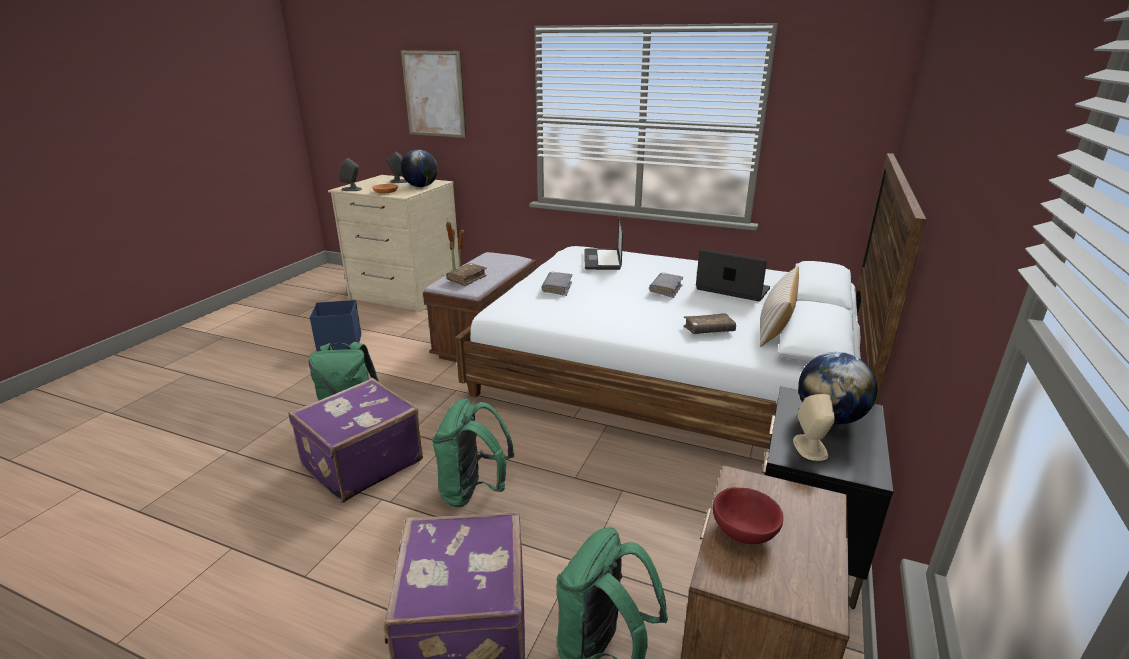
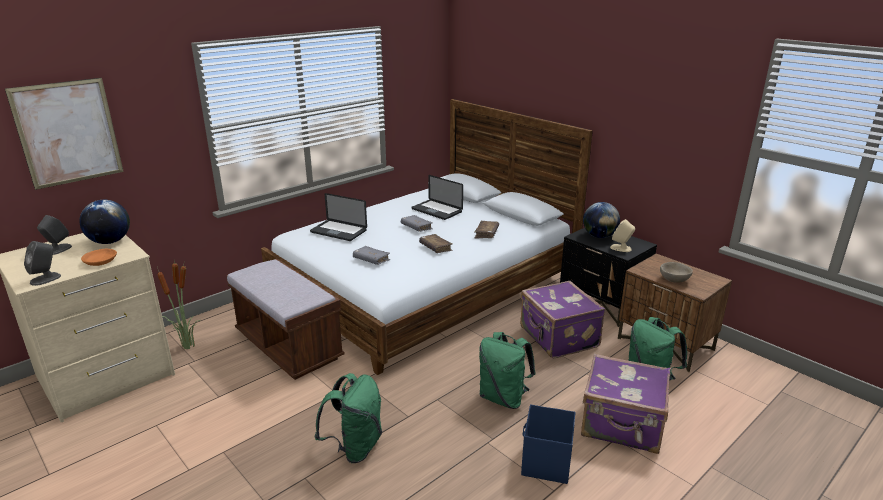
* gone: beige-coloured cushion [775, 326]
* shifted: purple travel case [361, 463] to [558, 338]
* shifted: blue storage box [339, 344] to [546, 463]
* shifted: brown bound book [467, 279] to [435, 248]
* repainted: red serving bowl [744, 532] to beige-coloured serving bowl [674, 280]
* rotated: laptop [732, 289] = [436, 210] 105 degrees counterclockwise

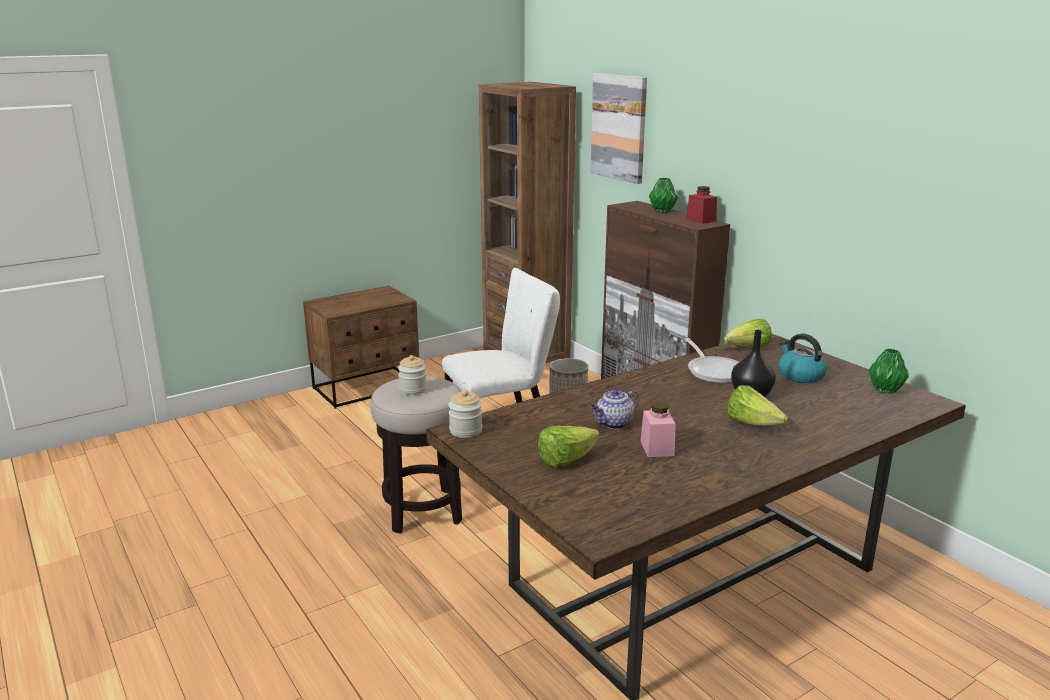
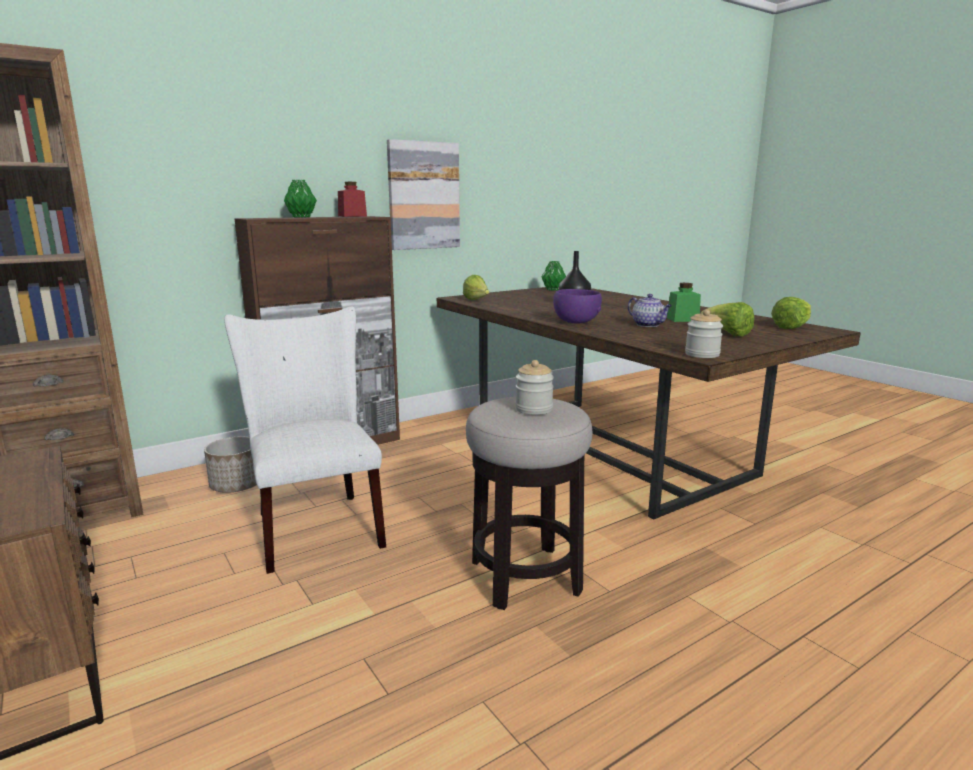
* gone: frying pan [714, 371]
* gone: tea kettle [800, 375]
* new: purple serving bowl [576, 322]
* shifted: wall picture [619, 127] to [423, 196]
* shifted: lettuce head [752, 424] to [791, 327]
* repainted: pink storage jar [657, 448] to green-coloured storage jar [682, 319]

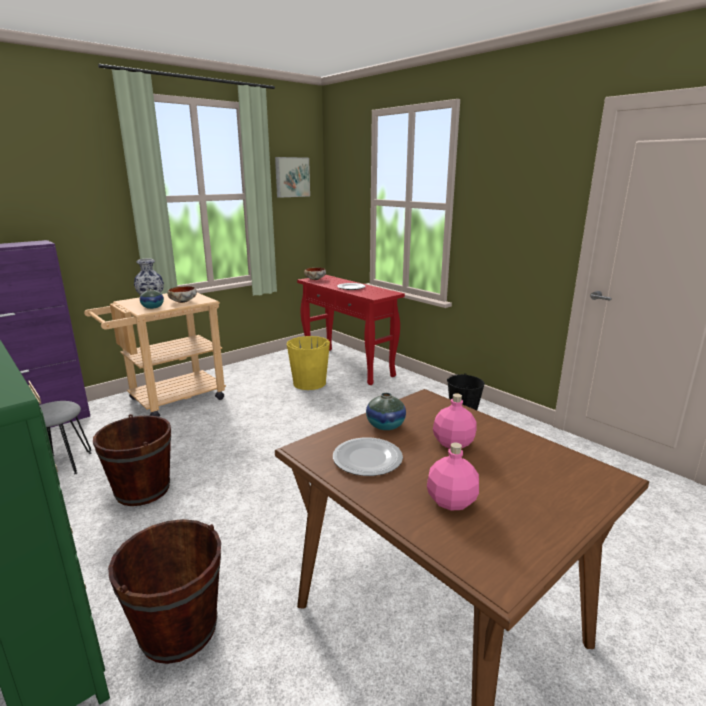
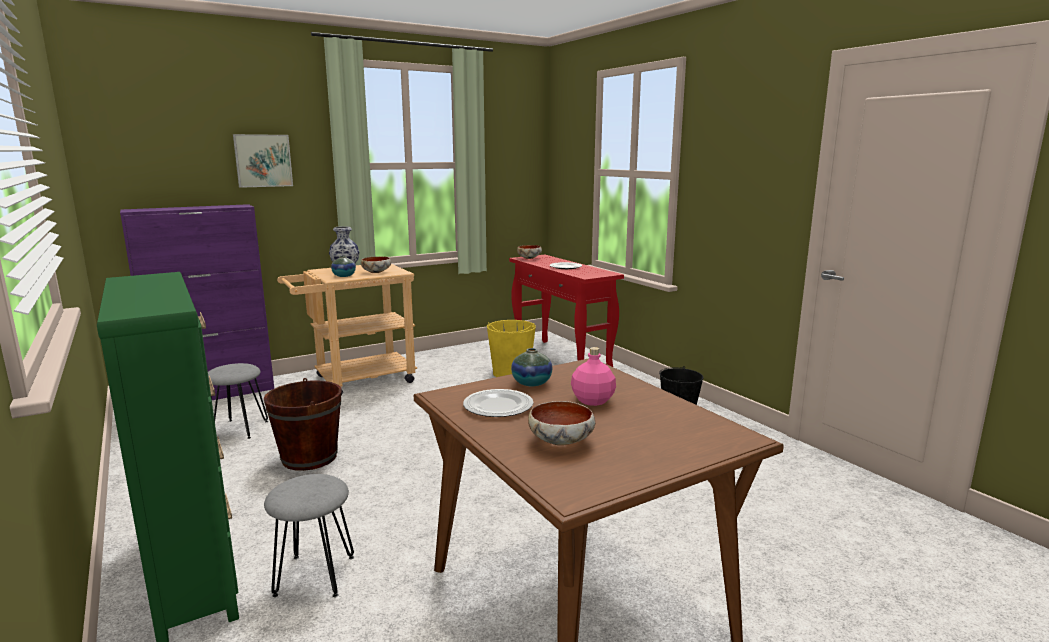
* shifted: wall picture [291, 177] to [263, 160]
* swapped: brown water bucket [178, 630] to gray stool seat [314, 575]
* swapped: pink drink bottle [452, 501] to serving bowl [562, 441]

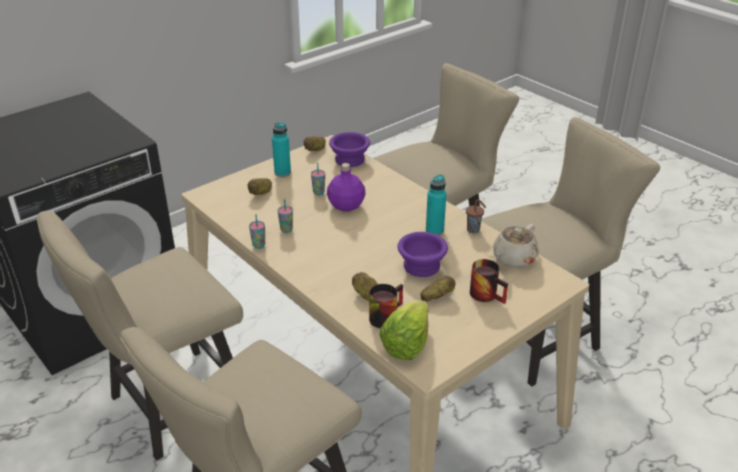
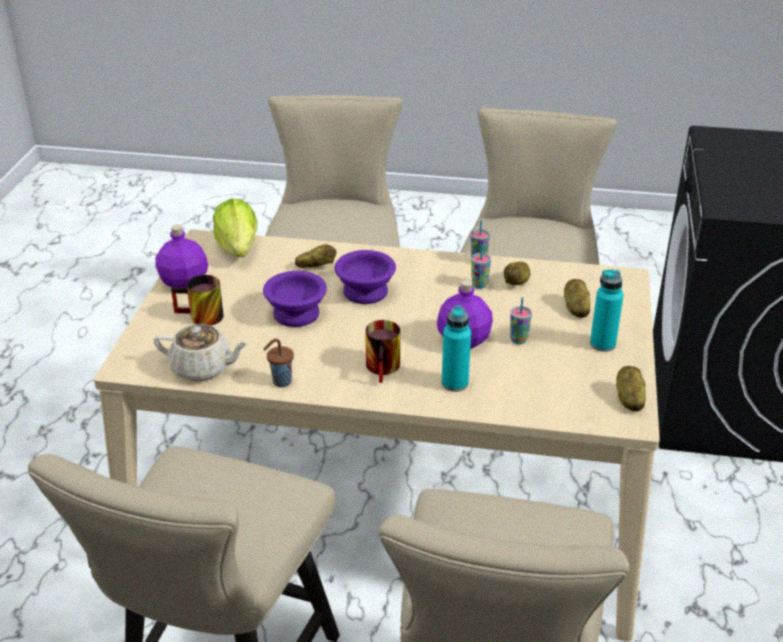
* new: purple drink bottle [184, 282]
* shifted: purple serving bowl [350, 159] to [365, 293]
* shifted: tea mug [384, 315] to [385, 368]
* shifted: spud [437, 297] to [517, 282]
* shifted: turquoise-coloured drink bottle [434, 230] to [455, 383]
* rotated: beige-coloured teapot [513, 258] = [202, 368] 105 degrees clockwise

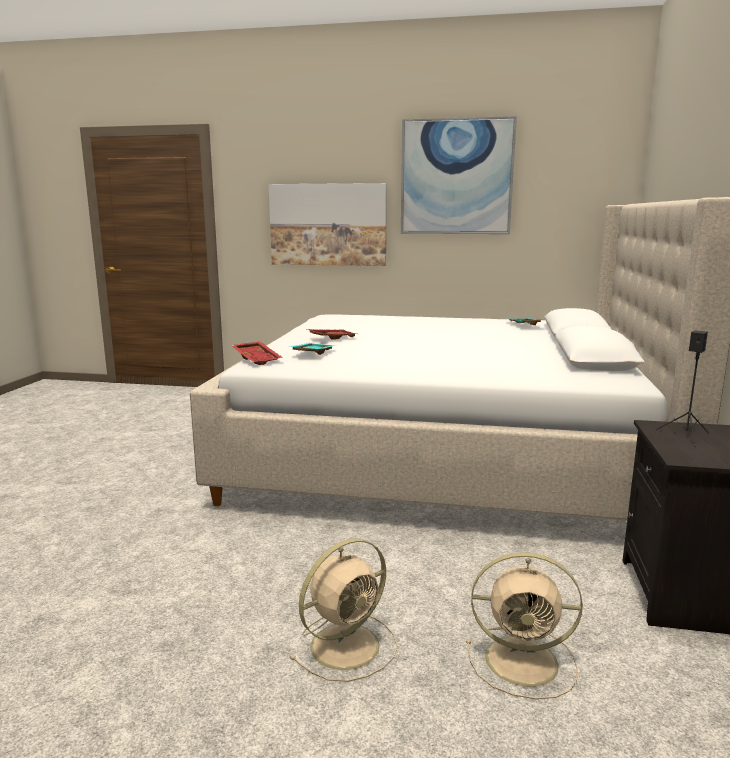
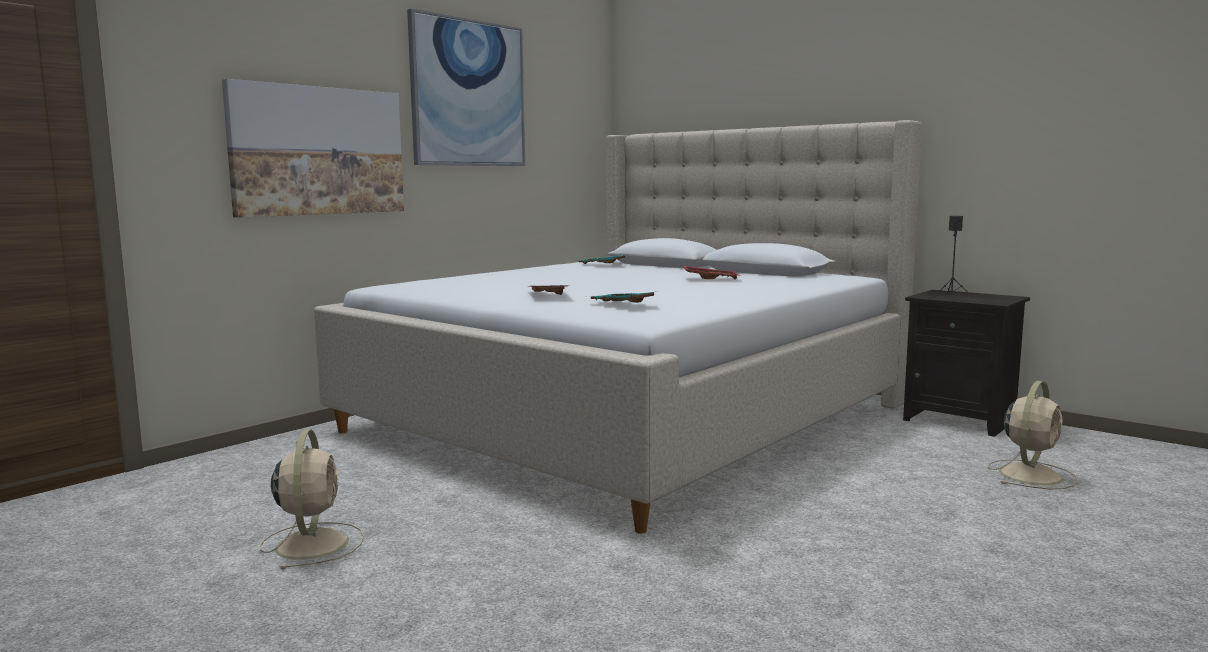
* shifted: red tray [258, 359] to [710, 279]
* shifted: beige-coloured fan [347, 644] to [312, 543]

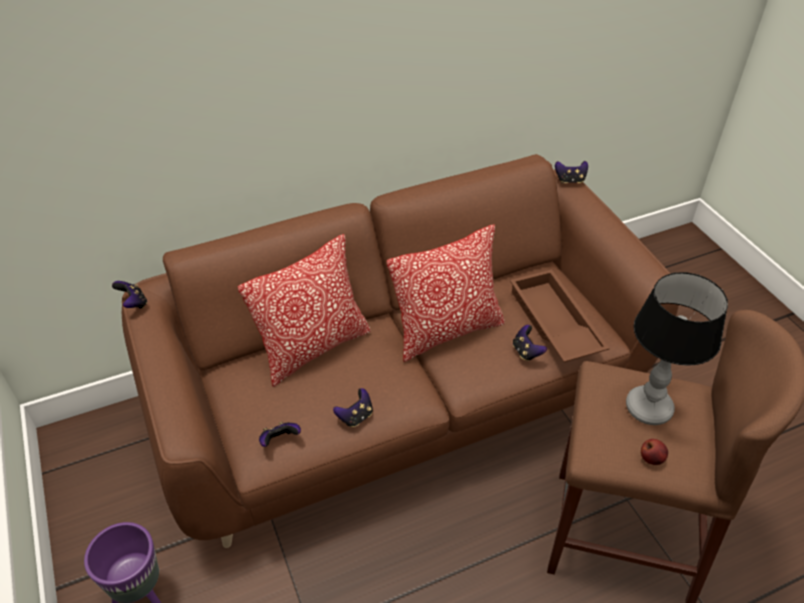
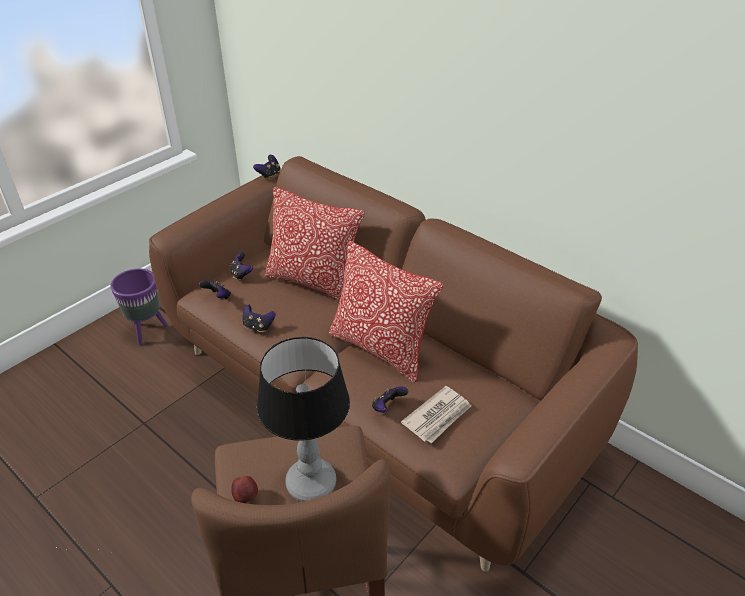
* shifted: gamepad [570, 180] to [241, 274]
* swapped: brown tray [553, 323] to printed paper [438, 416]

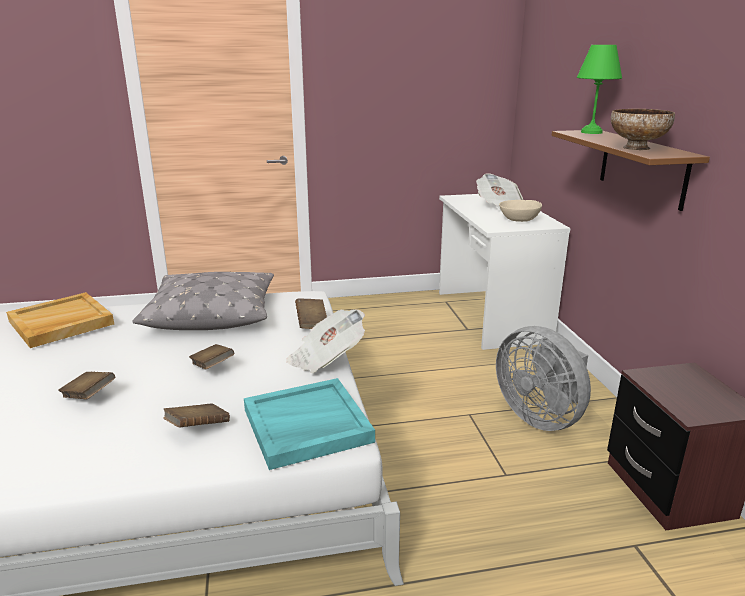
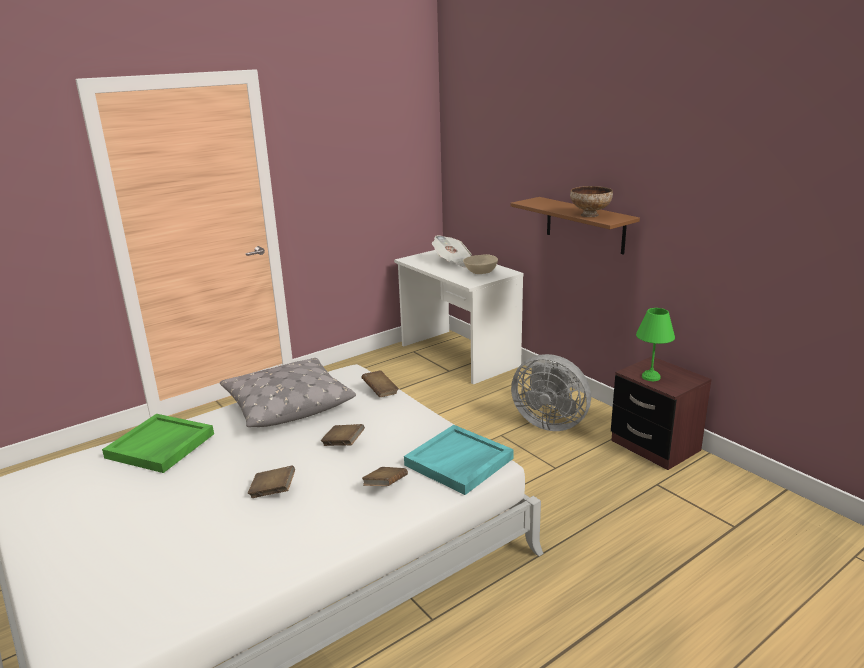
* gone: printed paper [326, 359]
* shifted: green-coloured tabletop lamp [591, 132] to [650, 376]
* repainted: beige-coloured tray [60, 323] to green-coloured tray [160, 446]

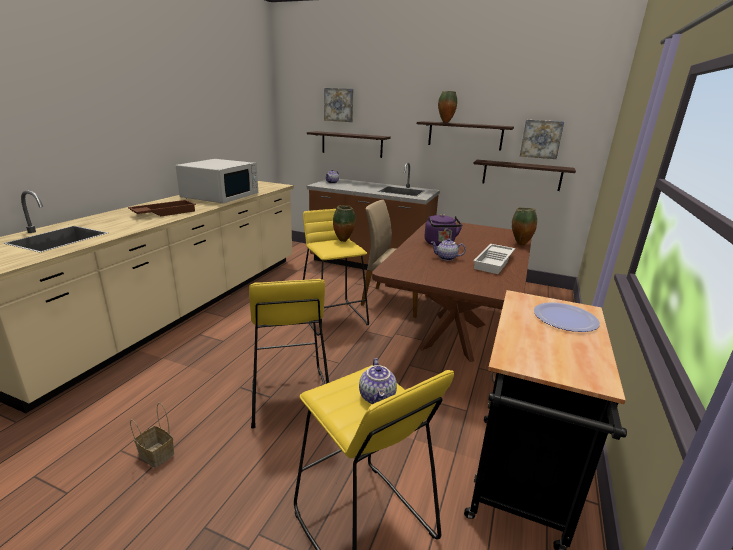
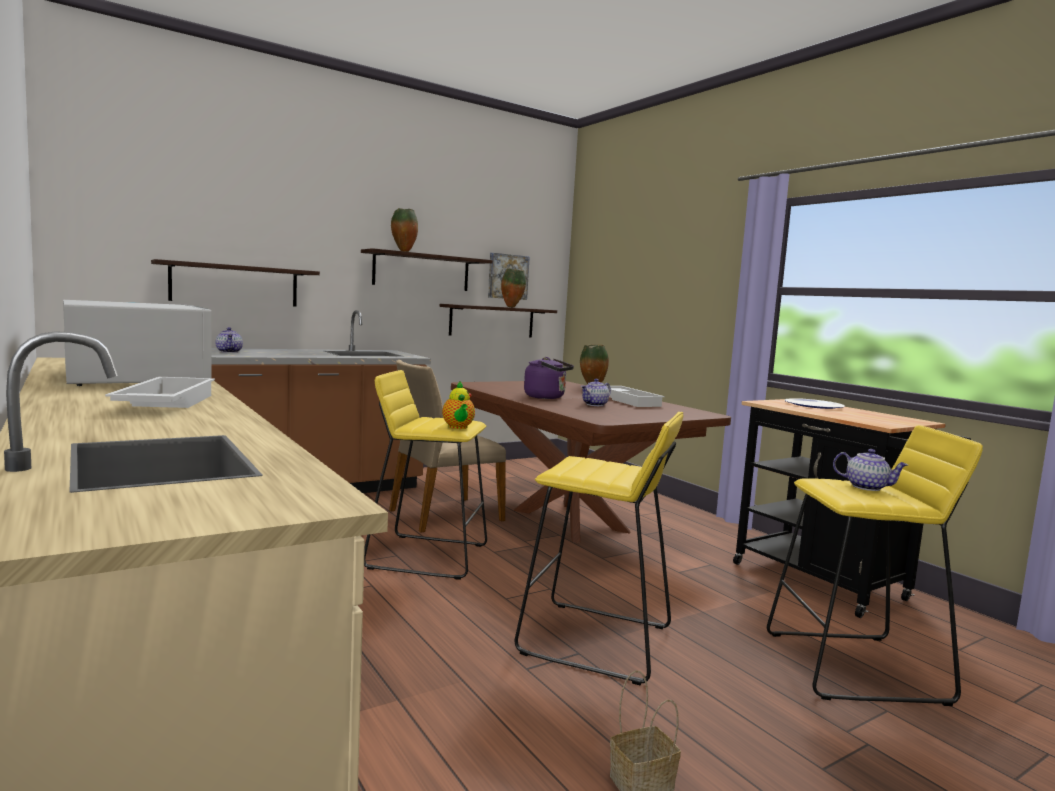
* gone: wall picture [339, 105]
* new: teapot [458, 427]
* shifted: decorative vase [344, 241] to [512, 307]
* repainted: brown tray [164, 212] to white tray [164, 404]

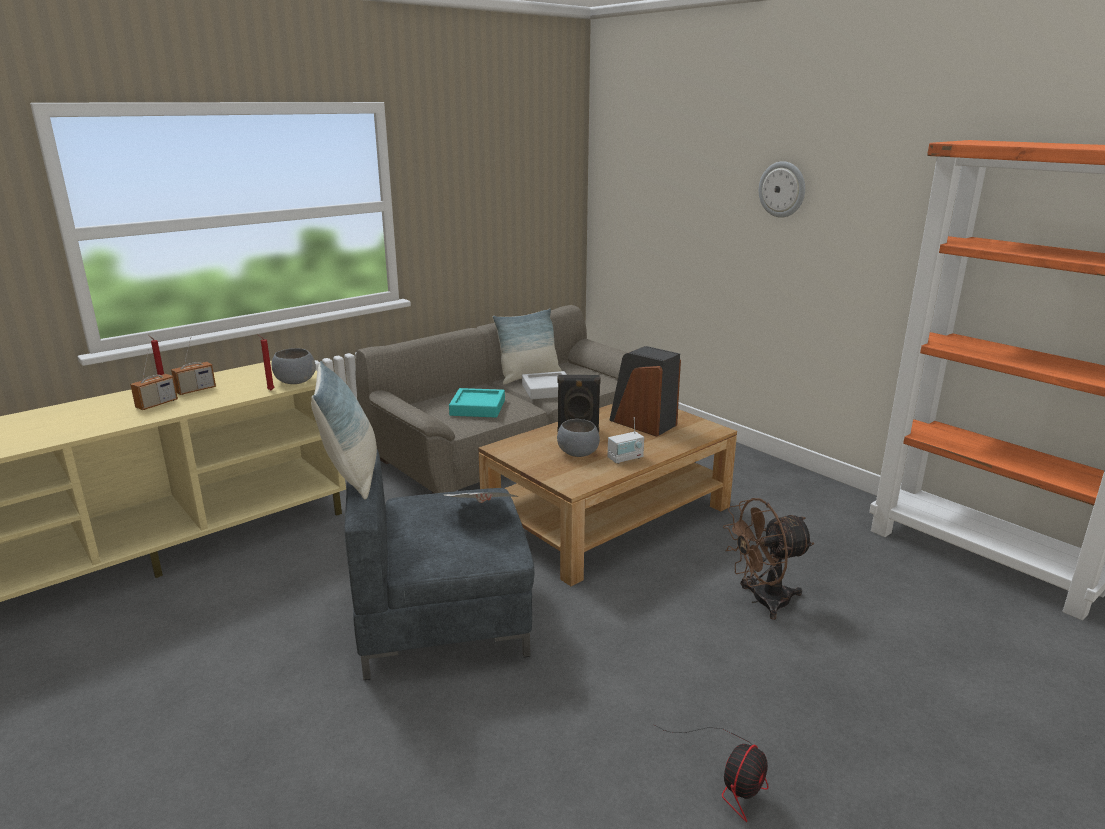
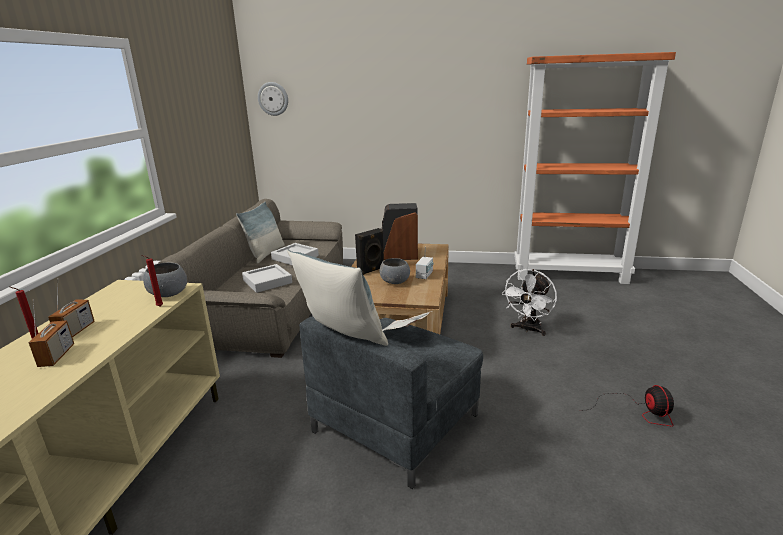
* shifted: wall clock [782, 189] to [273, 99]
* repainted: turquoise-coloured tray [477, 408] to gray tray [267, 282]
* repainted: brown fan [762, 601] to white fan [528, 329]

